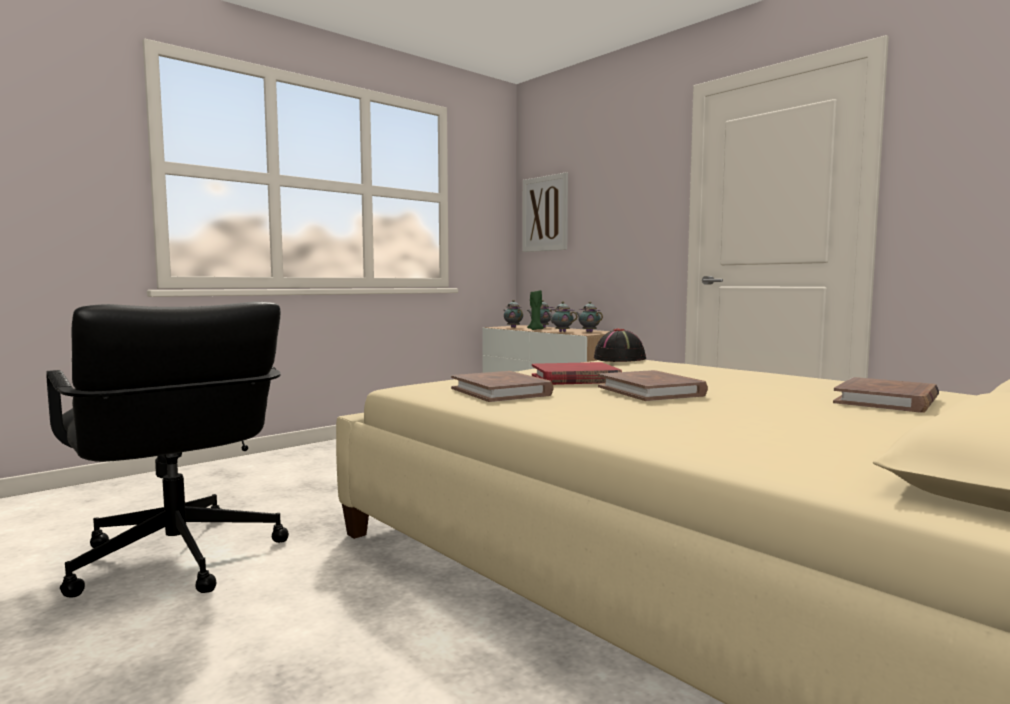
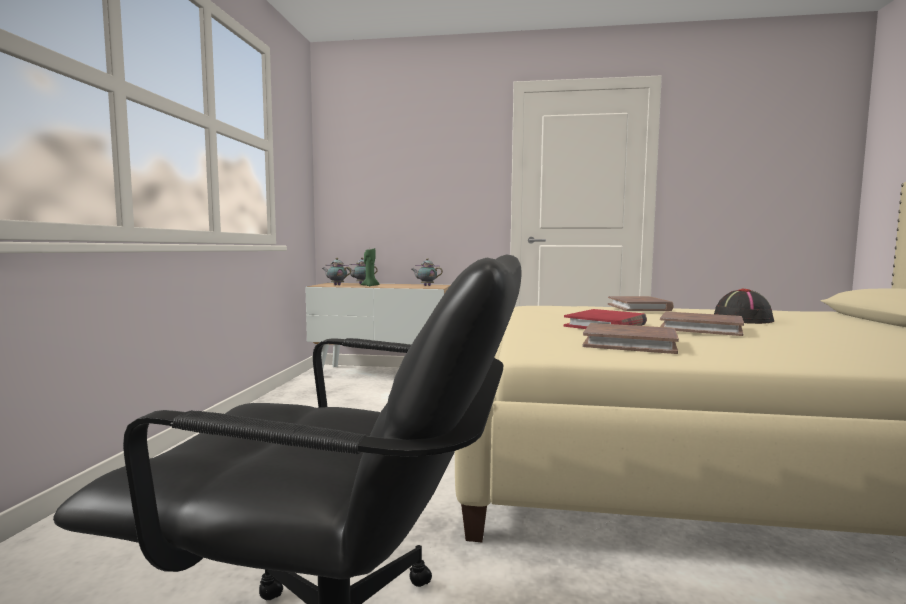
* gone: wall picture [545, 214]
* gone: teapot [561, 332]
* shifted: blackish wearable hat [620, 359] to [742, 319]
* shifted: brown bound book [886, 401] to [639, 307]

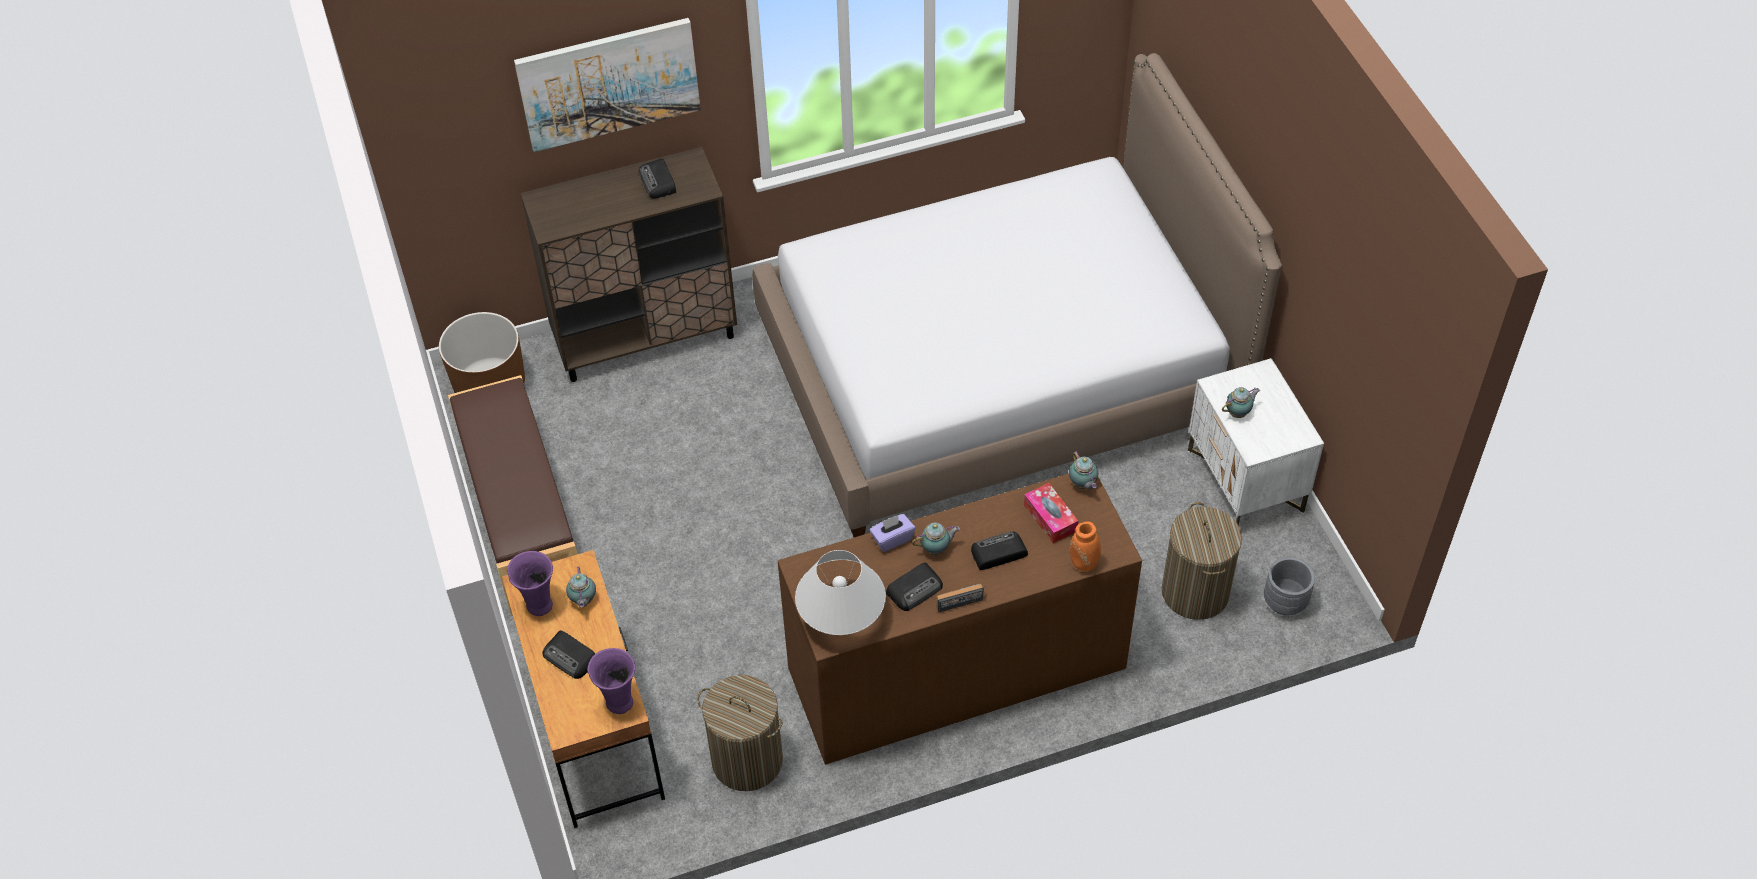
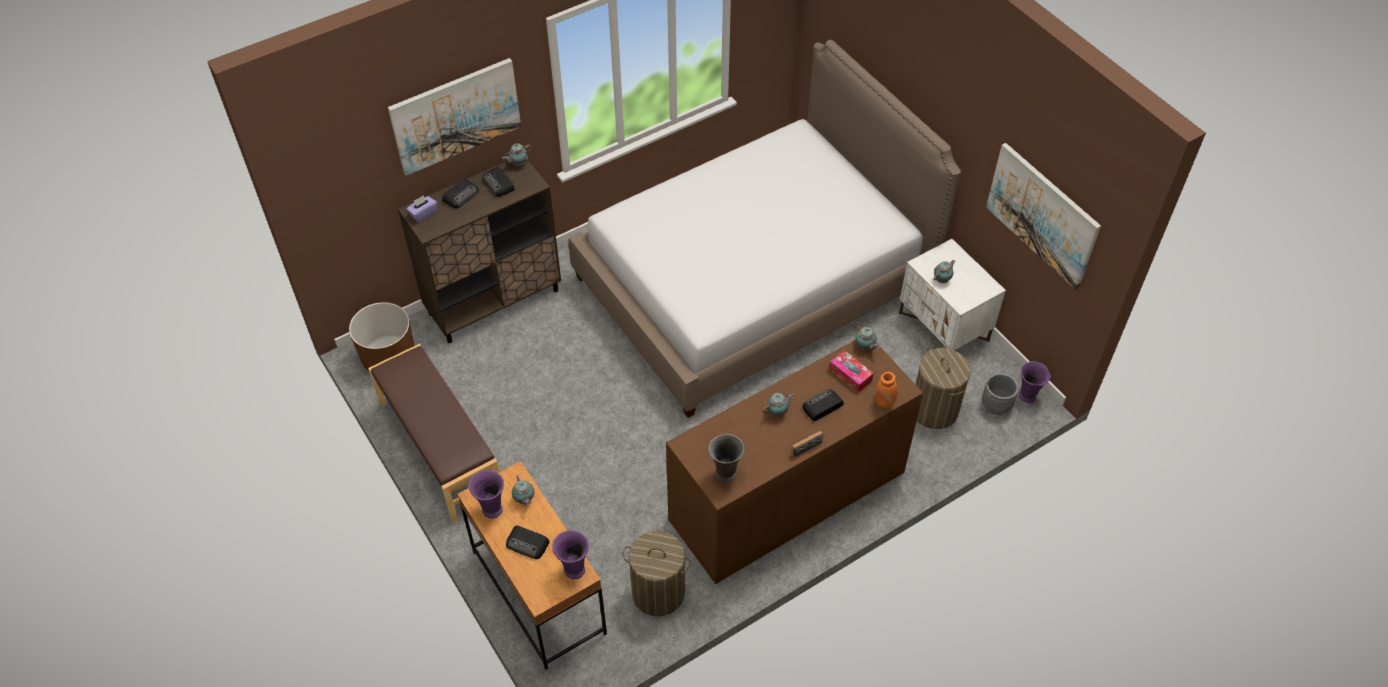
* new: teapot [518, 164]
* new: wall picture [1042, 215]
* new: purple decorative vase [1027, 397]
* shifted: purple tissue holder [892, 539] to [423, 214]
* shifted: radio [915, 589] to [461, 195]
* swapped: white tabletop lamp [841, 617] to gray decorative vase [725, 474]

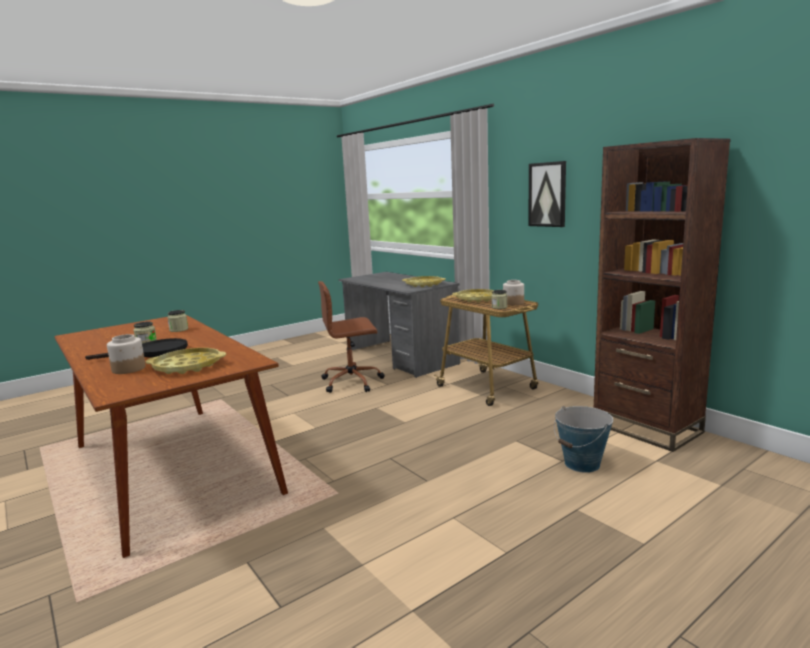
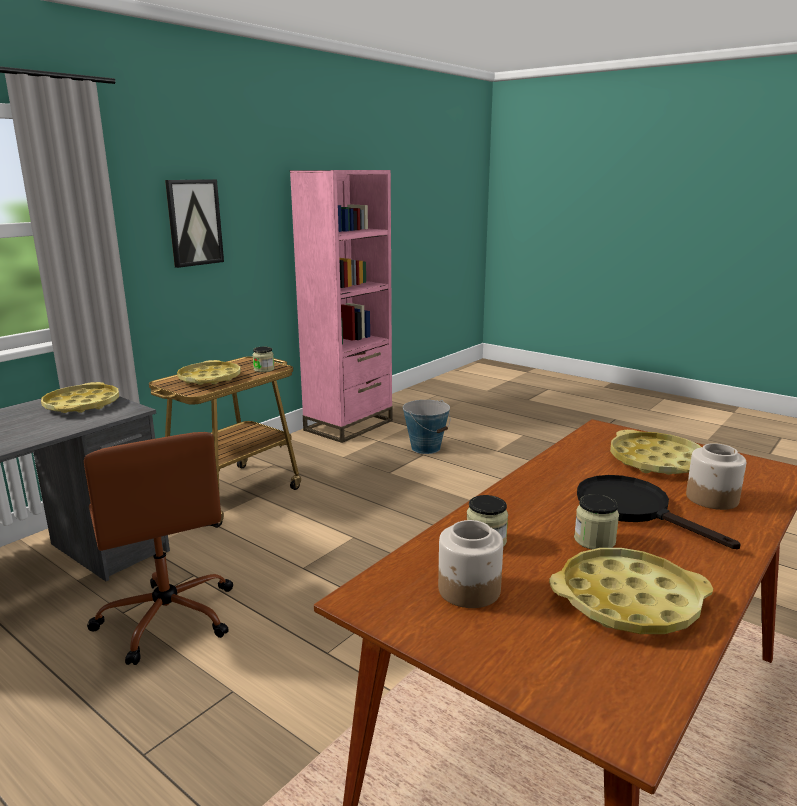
* new: yellowish tray [628, 601]
* shifted: storage jar [513, 303] to [469, 590]
* repainted: brown bookshelf [646, 428] to pink bookshelf [349, 425]

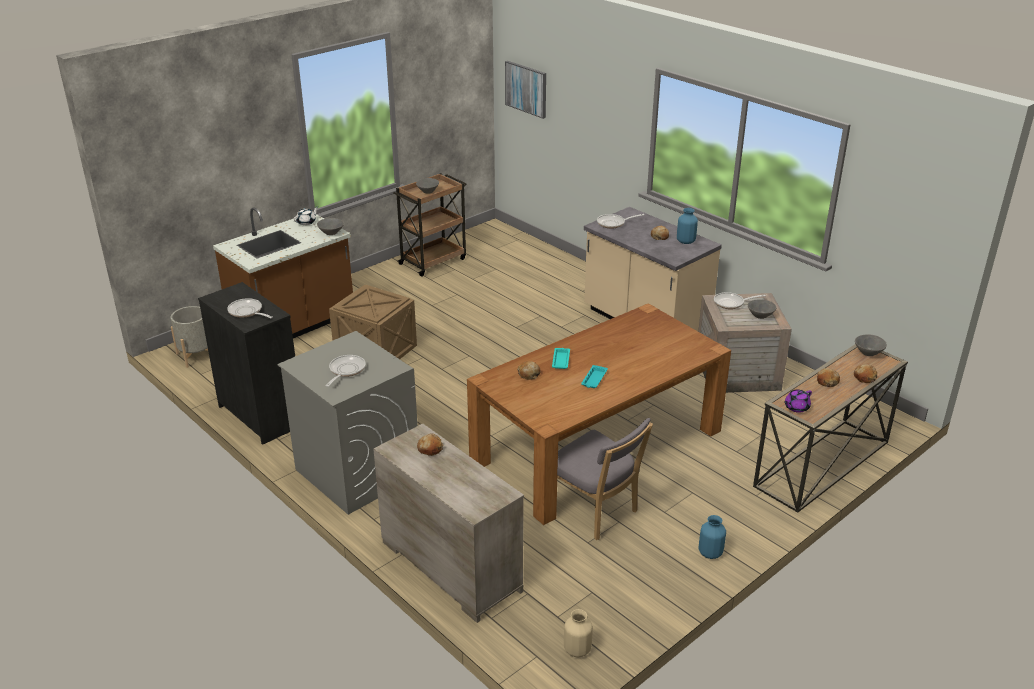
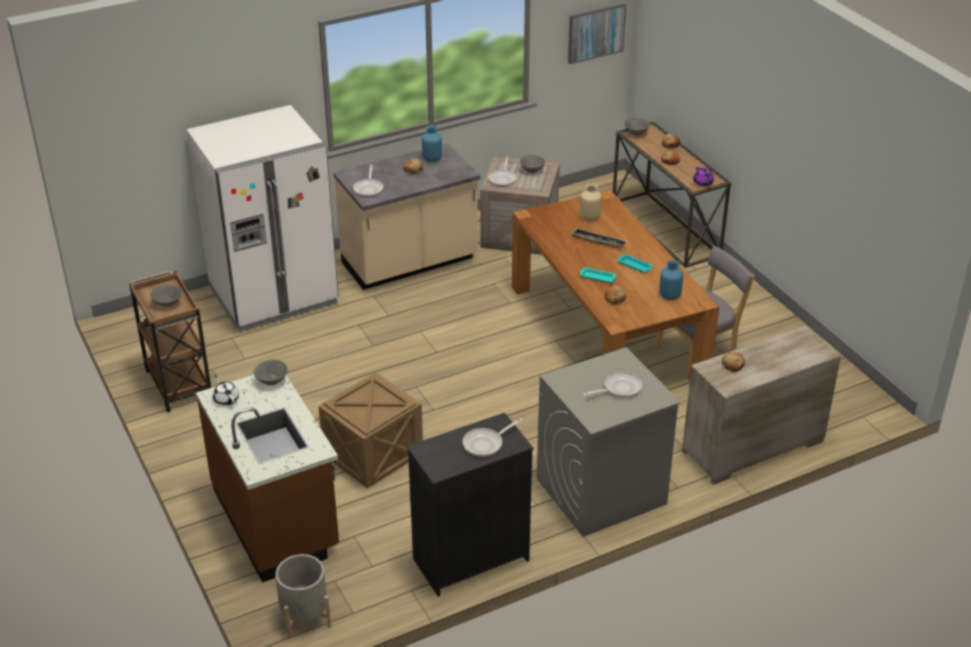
* new: white refrigerator [274, 296]
* new: tray [598, 241]
* shifted: wall picture [526, 89] to [595, 33]
* shifted: beige-coloured decorative vase [577, 650] to [590, 217]
* shifted: blue decorative vase [710, 553] to [669, 296]
* rotated: frying pan [345, 371] = [619, 388] 120 degrees clockwise

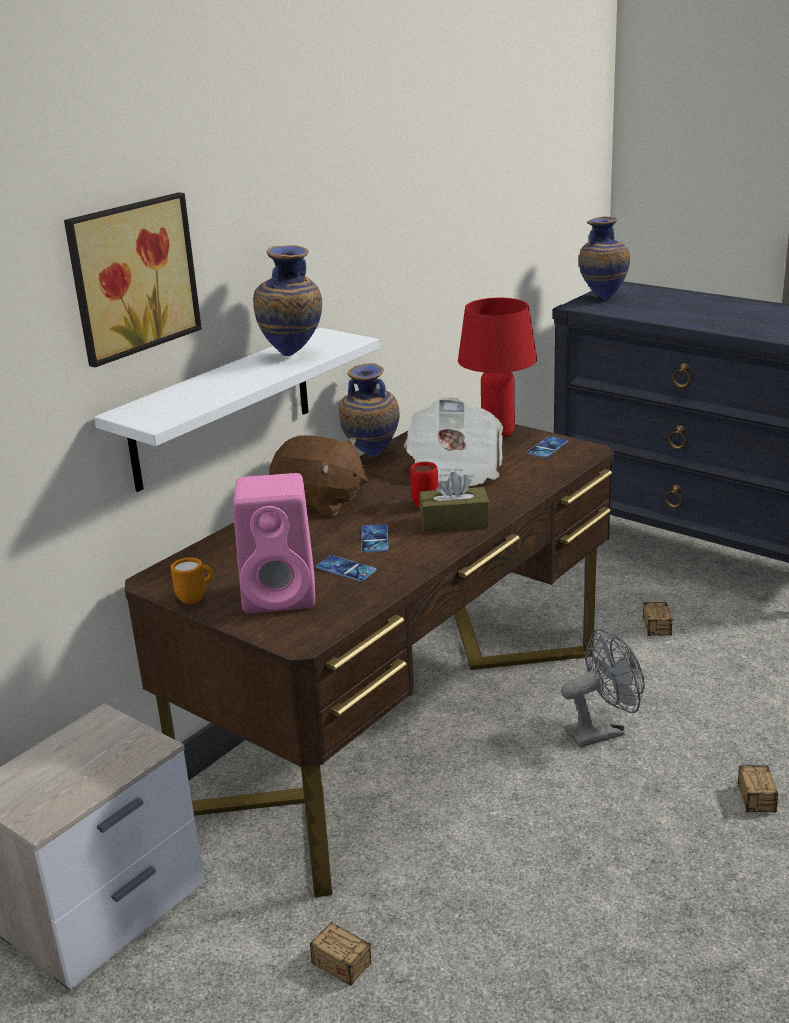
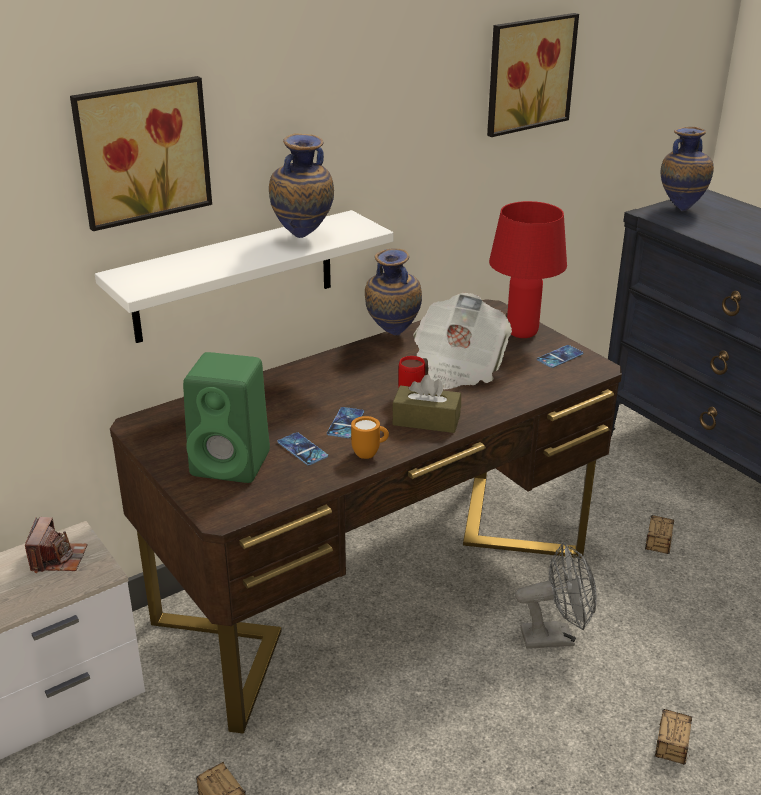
* gone: brown plush toy [320, 502]
* new: still camera [58, 558]
* new: wall picture [527, 73]
* shifted: orangey tea mug [196, 598] to [370, 454]
* repainted: pink speaker [282, 594] to green-coloured speaker [233, 463]

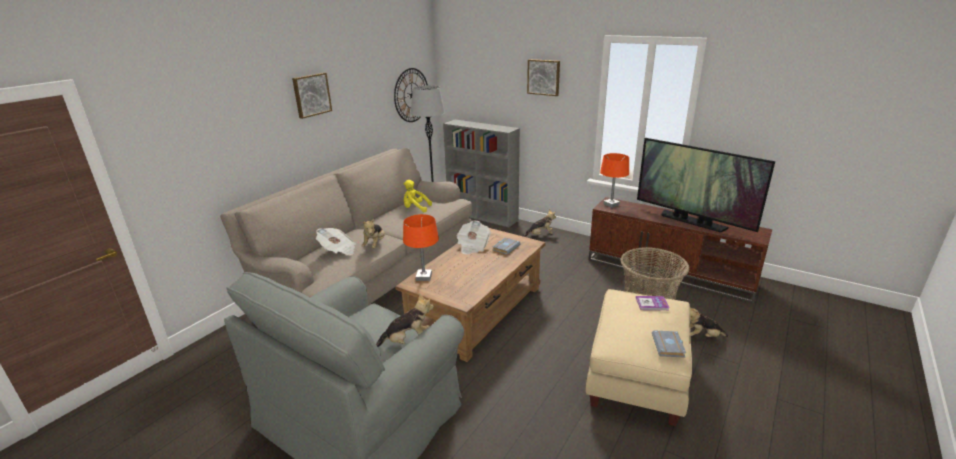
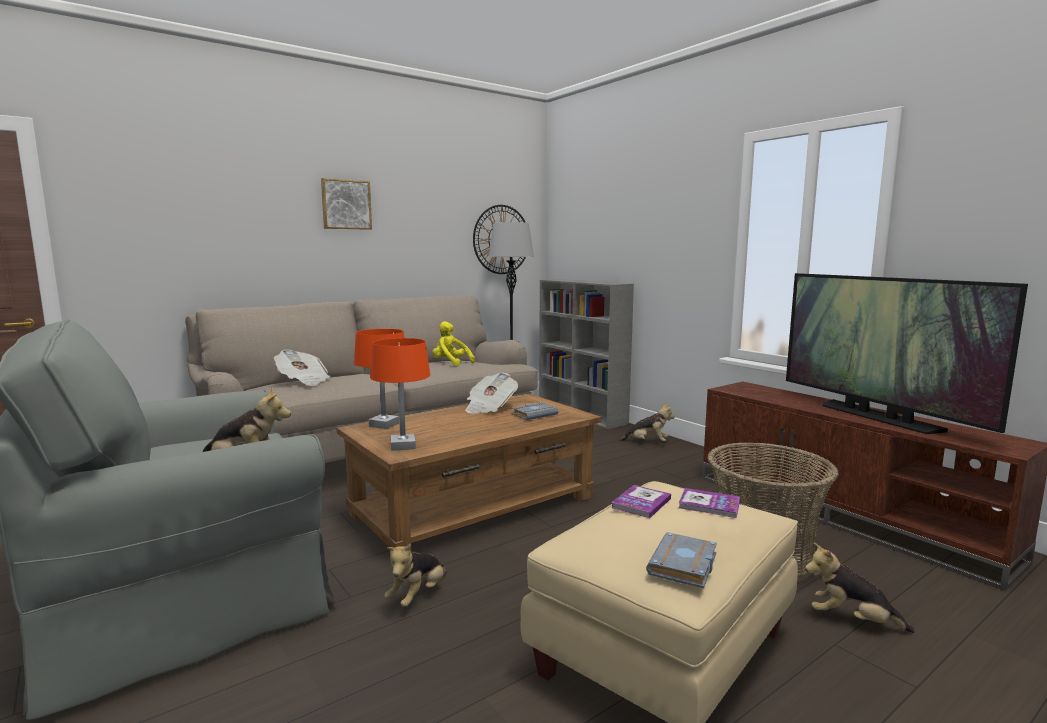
* gone: wall picture [544, 77]
* new: bound book [641, 503]
* shifted: plush toy [375, 245] to [418, 595]
* shifted: orangey tabletop lamp [611, 204] to [403, 446]

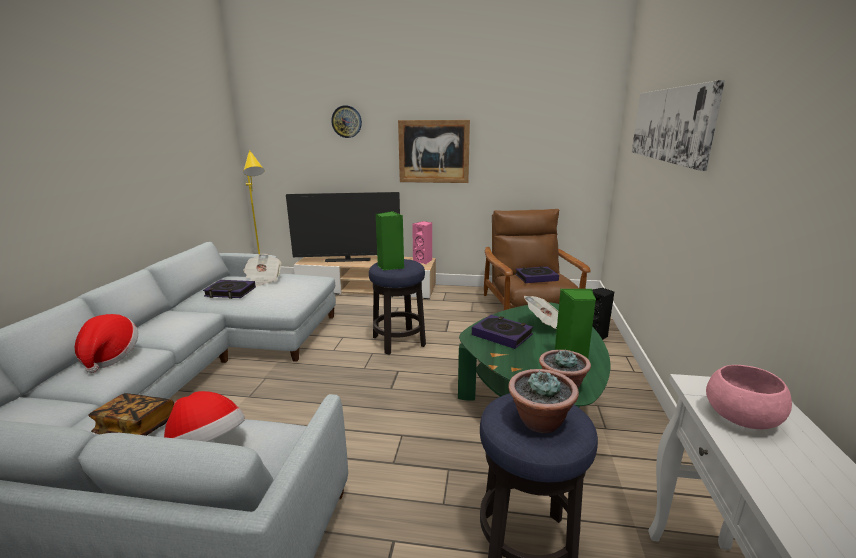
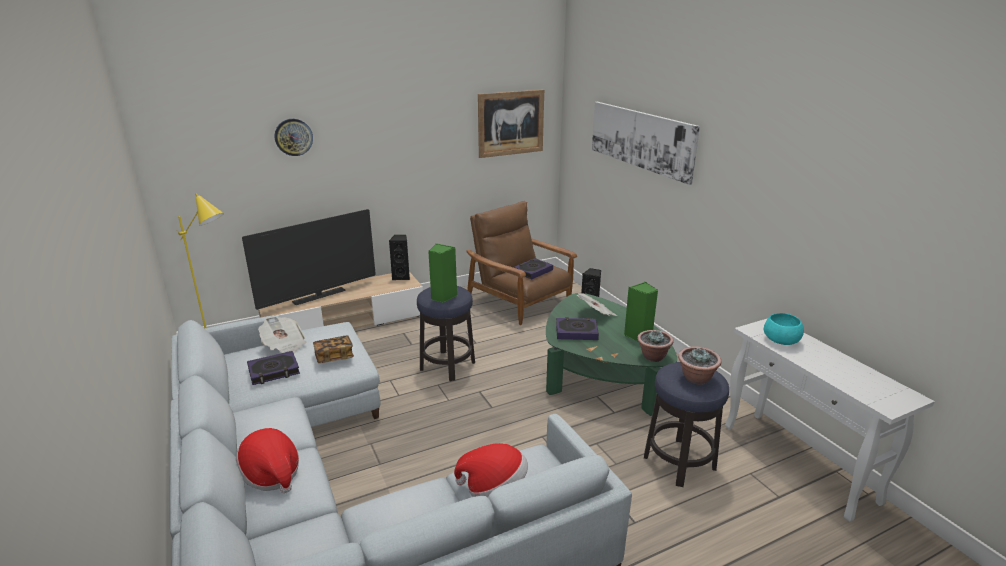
* shifted: bound book [136, 427] to [334, 357]
* shifted: wall picture [433, 151] to [511, 123]
* repainted: pink speaker [423, 261] to blackish speaker [402, 277]
* repainted: pink serving bowl [740, 416] to turquoise-coloured serving bowl [780, 340]

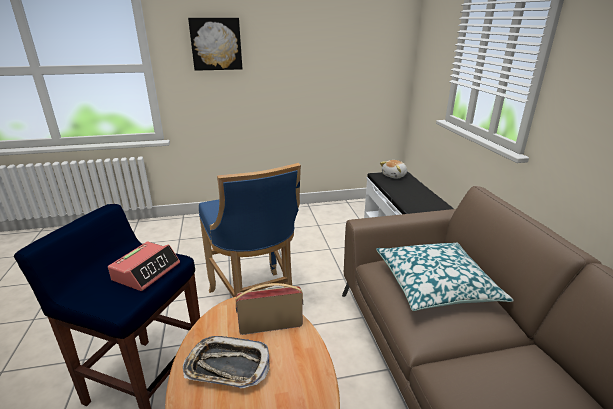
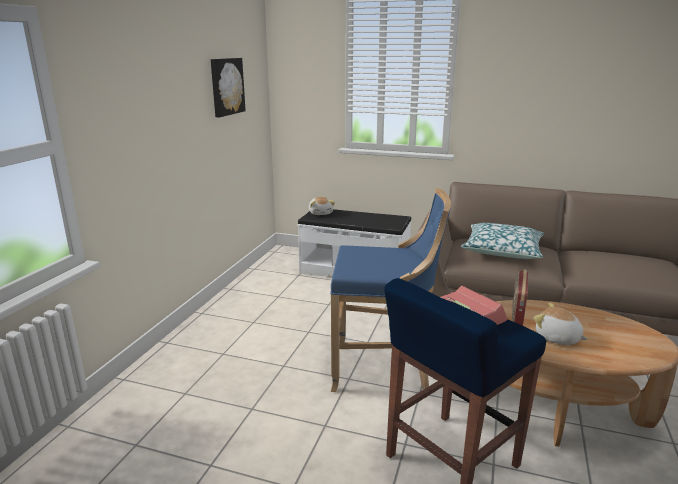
* shifted: wall picture [216, 44] to [226, 86]
* swapped: tray [227, 366] to plush toy [557, 338]

